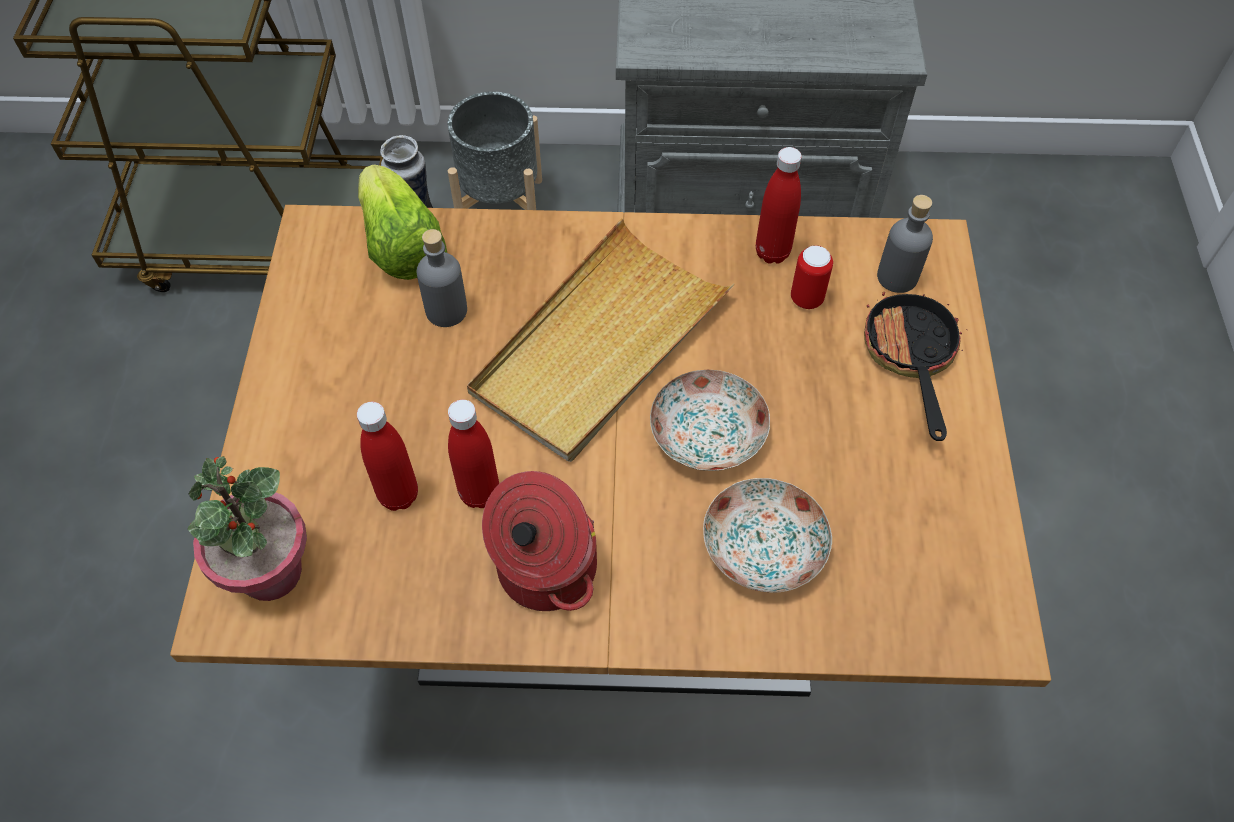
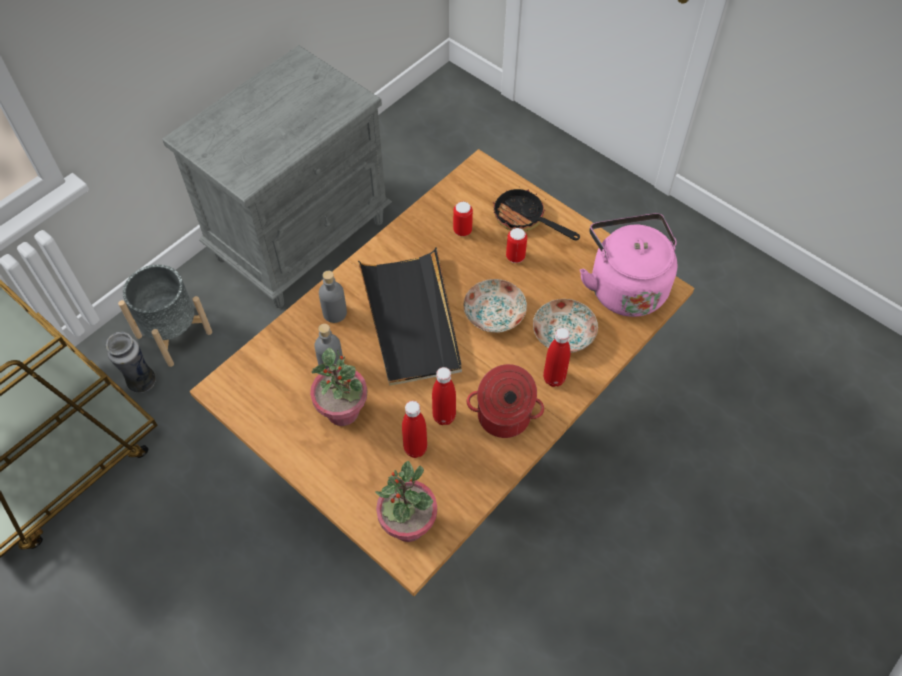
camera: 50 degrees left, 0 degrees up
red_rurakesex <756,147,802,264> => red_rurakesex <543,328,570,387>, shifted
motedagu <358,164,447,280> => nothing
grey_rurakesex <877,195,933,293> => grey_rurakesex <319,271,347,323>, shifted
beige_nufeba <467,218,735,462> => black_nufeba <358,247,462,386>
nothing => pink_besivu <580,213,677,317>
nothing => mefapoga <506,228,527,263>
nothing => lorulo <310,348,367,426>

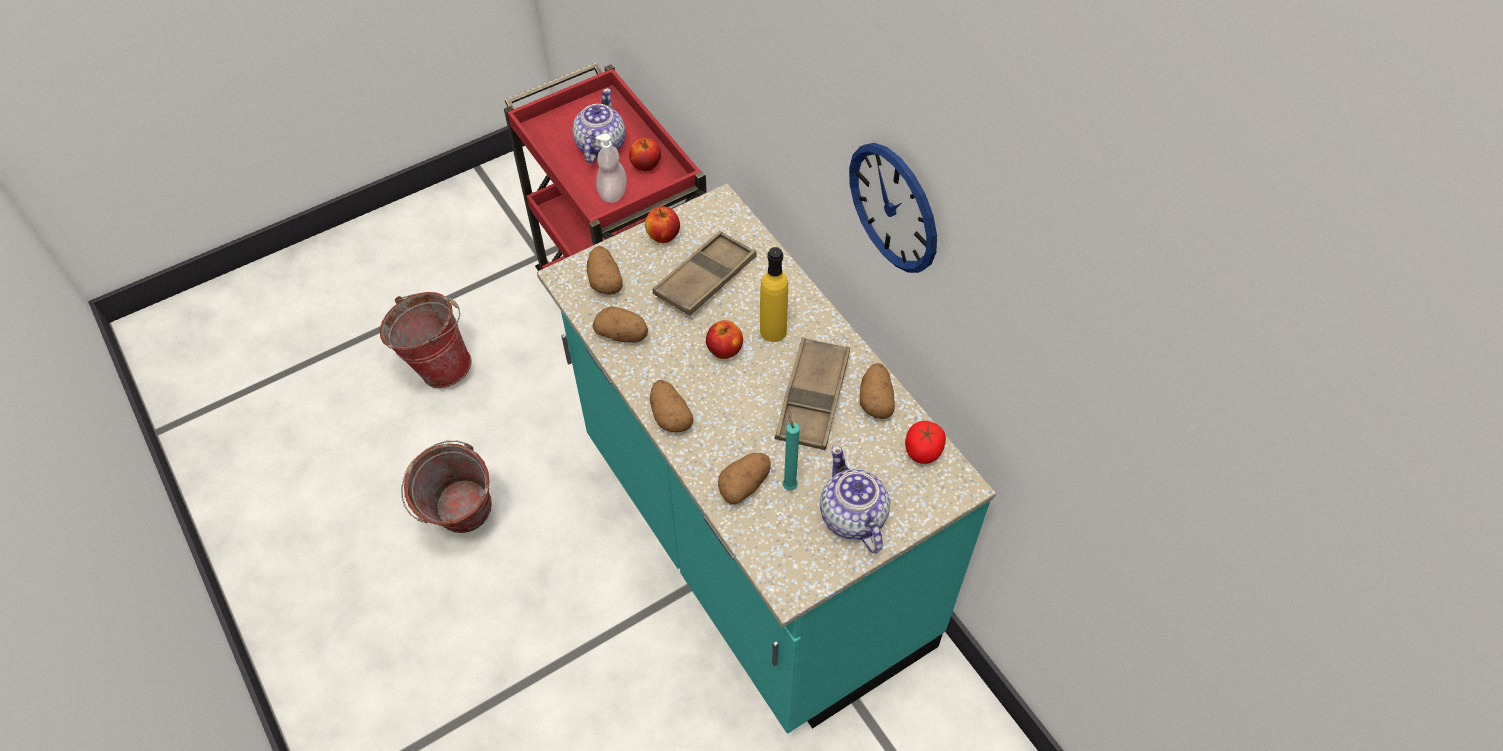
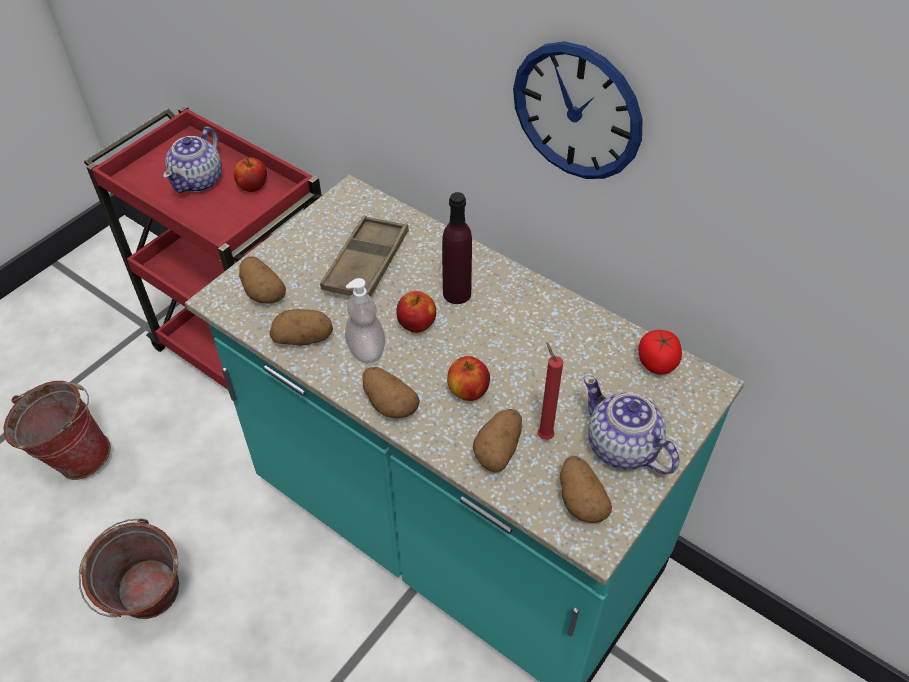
camera: 20 degrees left, 5 degrees down
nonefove <572,88,626,163> => nonefove <163,127,222,193>, 150 degrees counterclockwise
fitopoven <596,134,627,203> => fitopoven <345,278,385,364>, shifted
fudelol <645,206,680,243> => fudelol <447,356,490,401>, shifted
yellow_rurakesex <760,247,788,342> => purple_rurakesex <442,192,472,304>
brown_nufeba <775,337,850,450> => nothing
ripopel <860,363,895,419> => ripopel <560,456,612,523>, shifted
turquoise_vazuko <783,410,800,490> => red_vazuko <538,342,563,440>

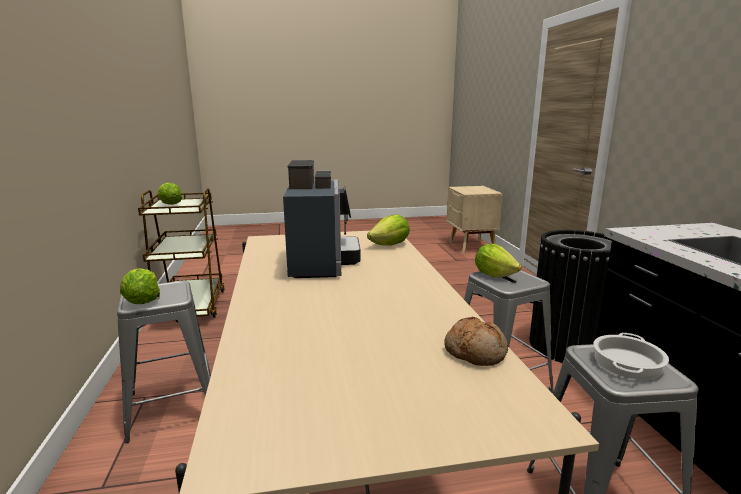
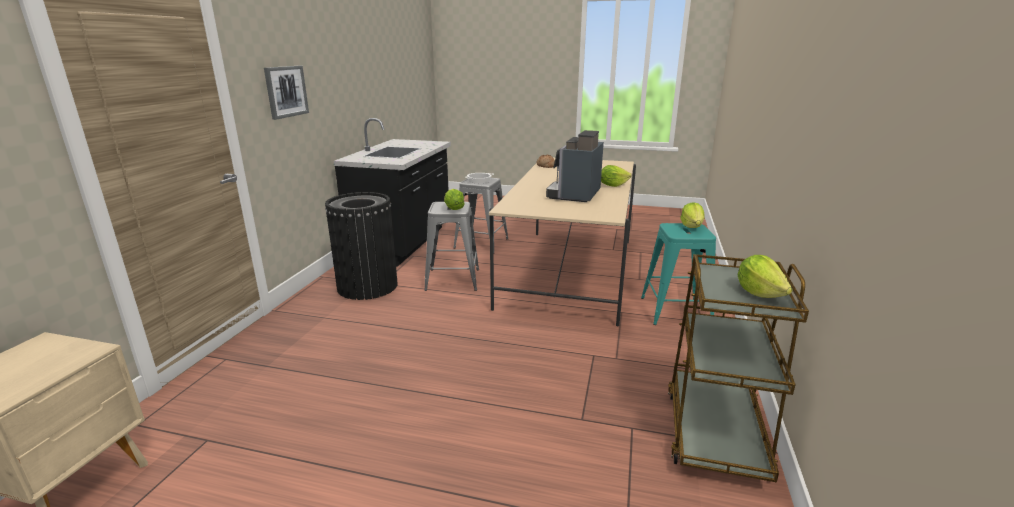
camera: 155 degrees left, 5 degrees up
motedagu <367,214,410,246> => motedagu <601,165,632,187>, shifted
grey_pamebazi <117,281,211,443> => turquoise_pamebazi <641,223,716,325>
nothing => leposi <264,66,309,120>

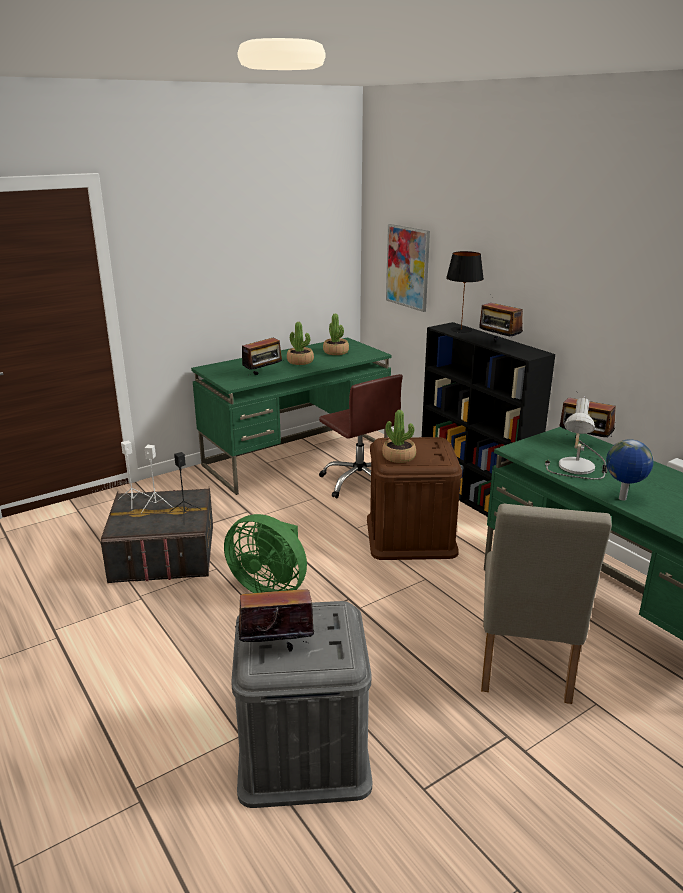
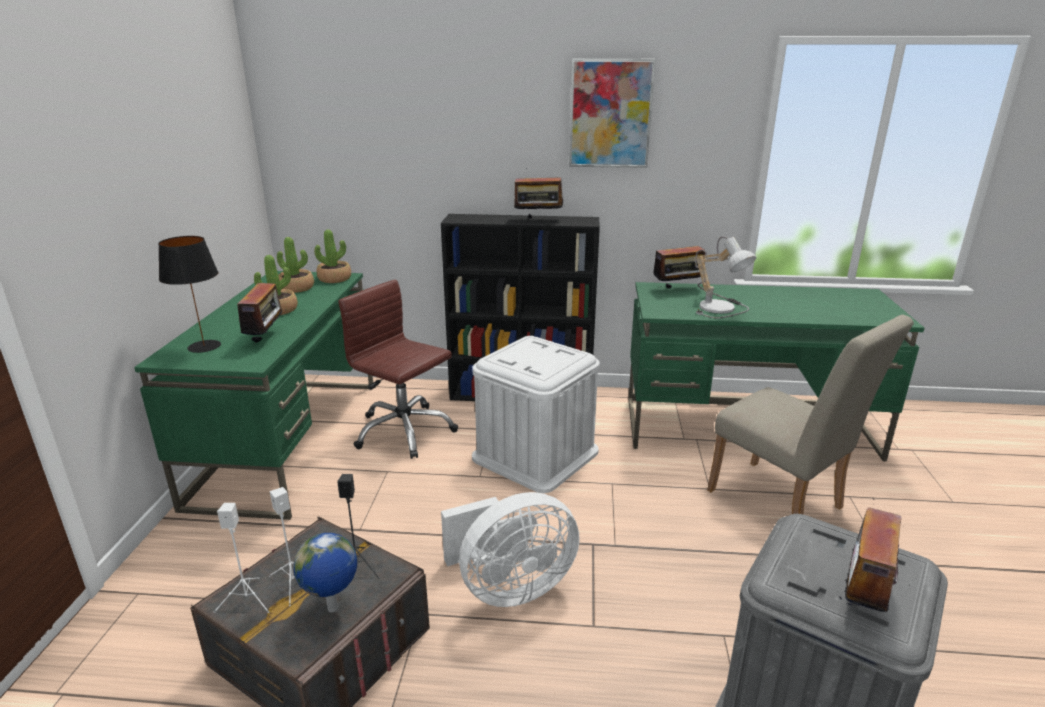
camera: 50 degrees left, 0 degrees up
leposi <386,224,430,312> => leposi <569,59,655,168>, shifted
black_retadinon <446,251,484,333> => black_retadinon <158,236,221,353>, shifted
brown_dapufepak <319,374,403,498> => brown_dapufepak <338,280,458,459>, 150 degrees counterclockwise
lorulo <382,410,416,463> => lorulo <314,229,351,283>, shifted
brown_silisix <367,437,462,560> => white_silisix <472,336,600,493>
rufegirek <606,439,654,501> => rufegirek <294,533,357,612>, shifted
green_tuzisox <224,514,307,593> => white_tuzisox <441,492,580,607>

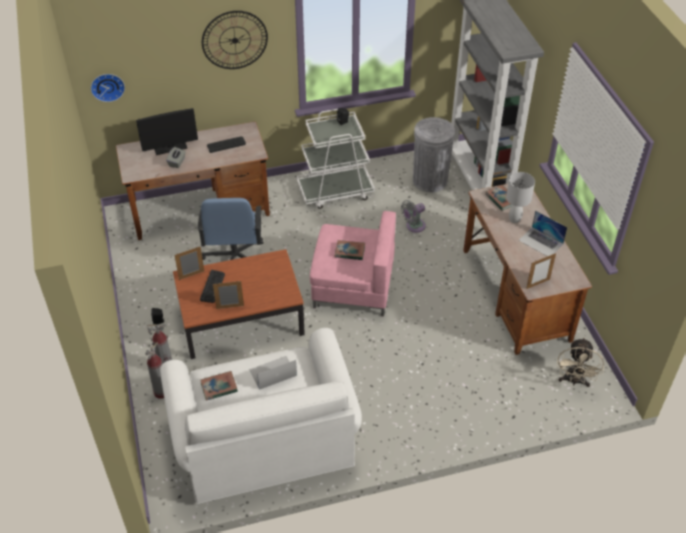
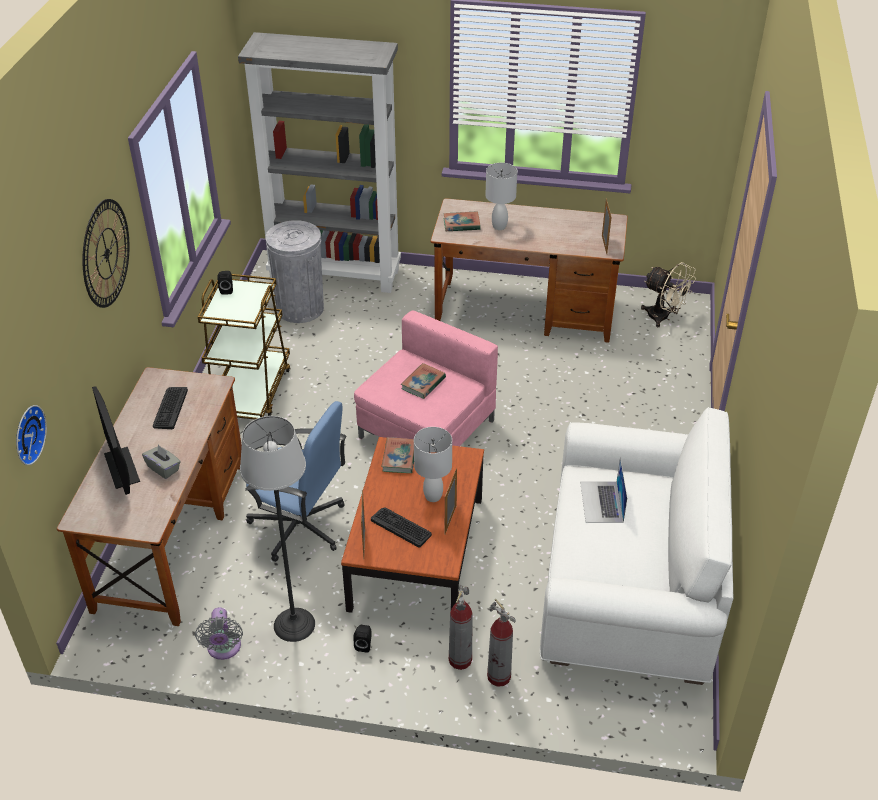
camera: 65 degrees left, 5 degrees down
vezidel <136,108,198,155> => vezidel <92,386,140,495>, 150 degrees clockwise
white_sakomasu <297,109,375,209> => brown_sakomasu <198,274,291,420>
grey_tuzisox <401,200,426,233> => grey_tuzisox <195,607,243,660>, shifted
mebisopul <518,210,567,256> => nothing
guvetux <200,371,238,401> => guvetux <381,437,414,473>, shifted
nothing => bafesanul <240,416,315,642>
nothing => white_retadinon <414,427,452,502>

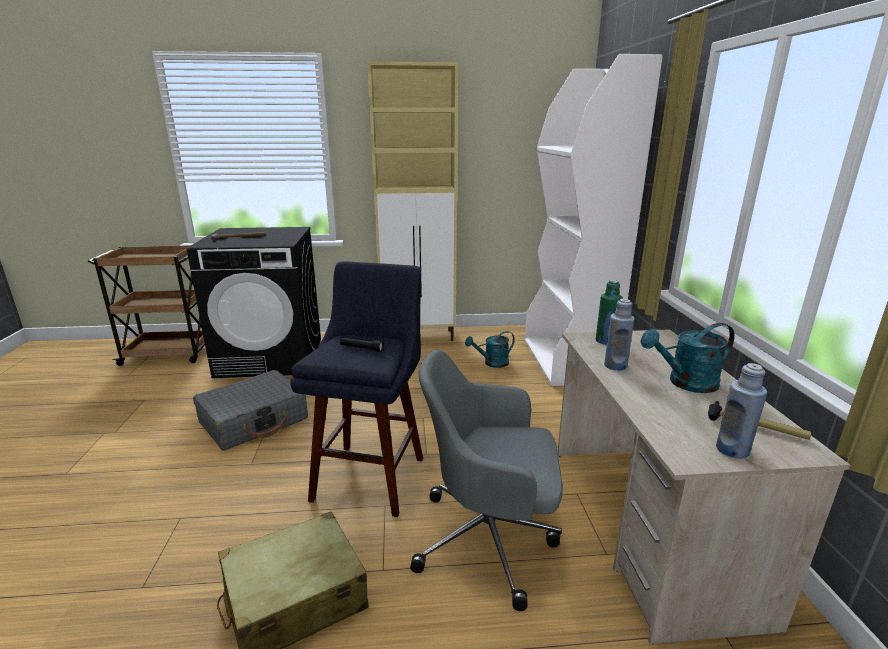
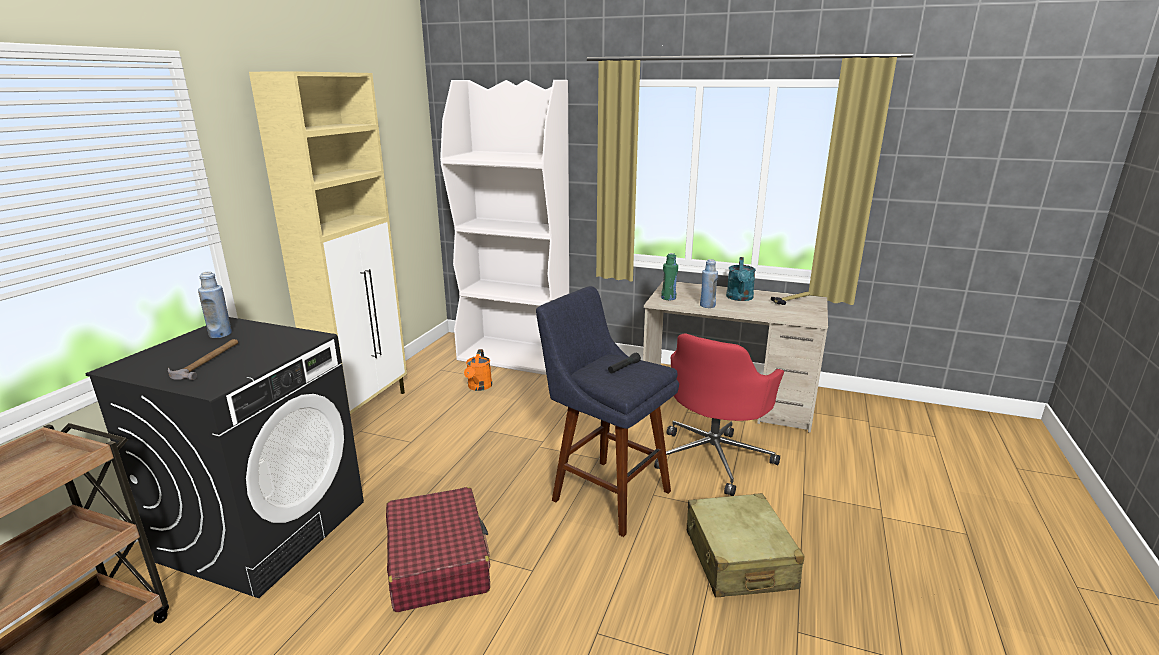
camera: 65 degrees left, 0 degrees up
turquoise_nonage <465,331,515,368> => orange_nonage <464,349,492,391>
grey_dapufepak <410,350,563,611> => red_dapufepak <654,333,784,496>
blue_rurakesex <716,363,767,459> => blue_rurakesex <198,271,232,338>, shifted
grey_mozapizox <193,370,308,451> => red_mozapizox <386,487,490,612>

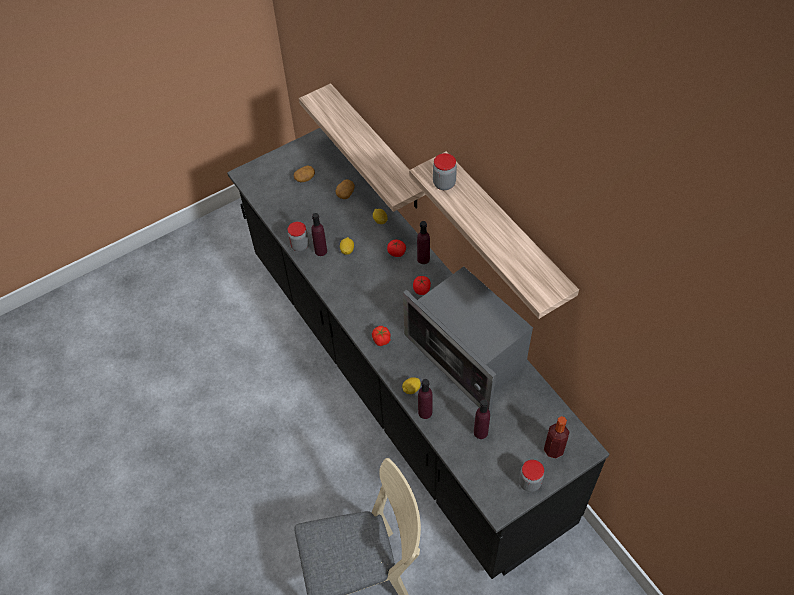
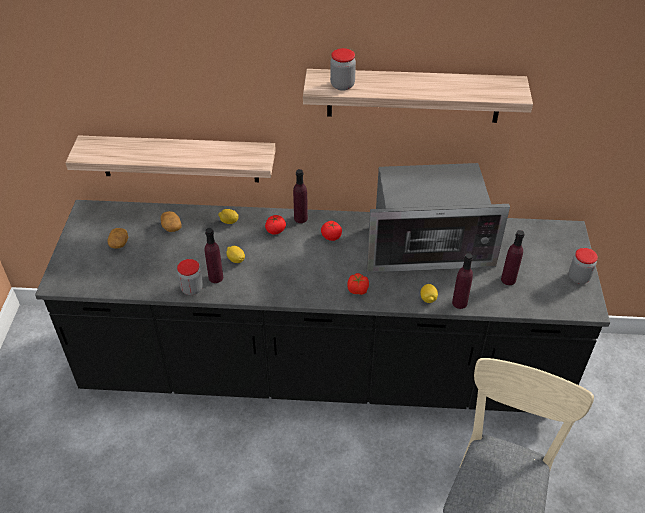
camera: 55 degrees left, 10 degrees down
rurakesex <544,416,569,458> => nothing

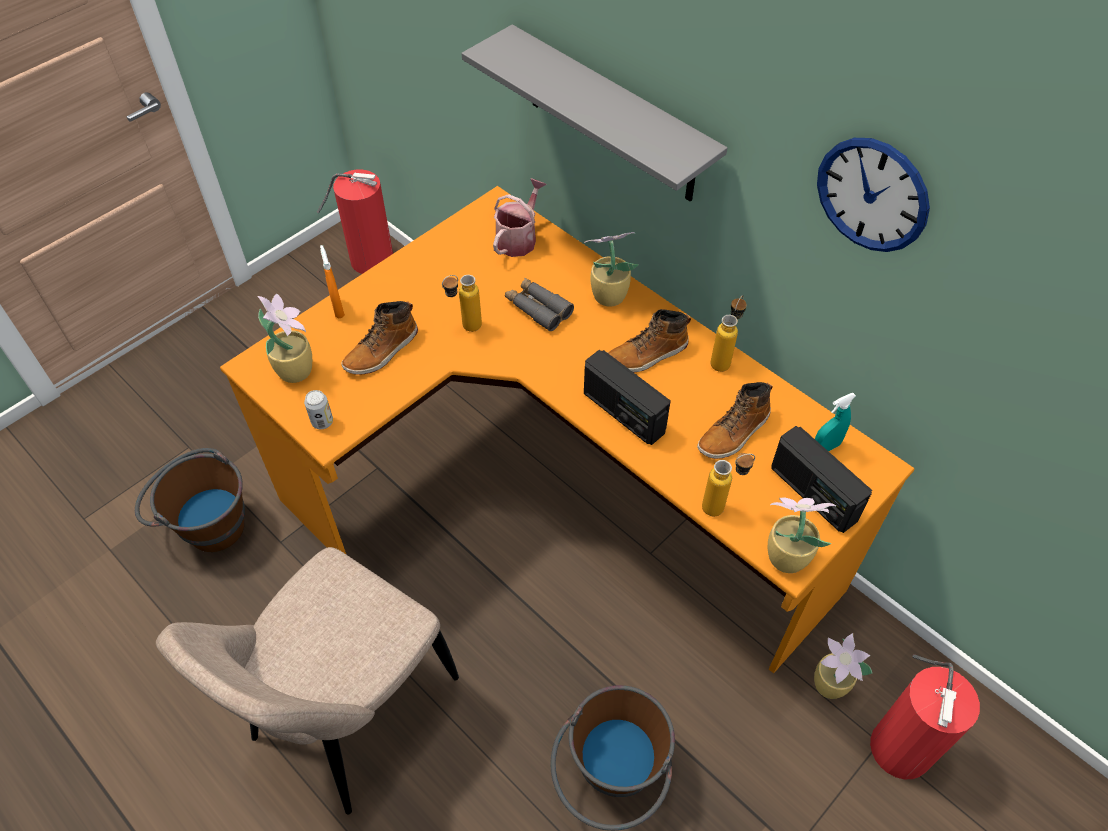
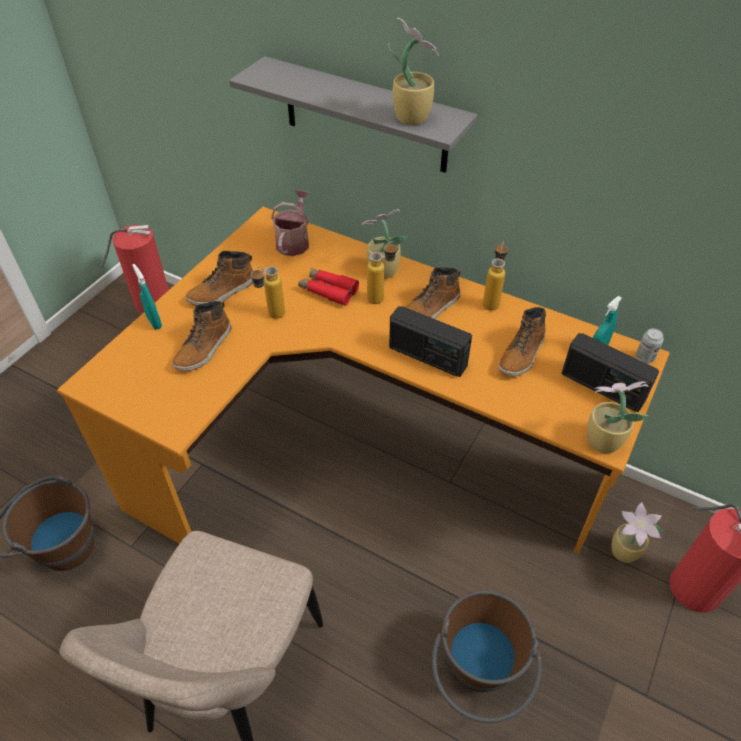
camera: 15 degrees left, 5 degrees down
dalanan <817,138,930,252> => nothing
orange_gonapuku <320,245,345,318> => turquoise_gonapuku <132,264,162,330>
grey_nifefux <505,277,574,331> => red_nifefux <298,268,359,306>
lorulo <258,294,312,383> => lorulo <388,17,439,125>, shifted
mefapoga <304,390,333,429> => mefapoga <636,328,664,364>, shifted
rurakesex <702,453,755,516> => rurakesex <367,241,397,304>, shifted
nothing => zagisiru <185,251,253,306>

